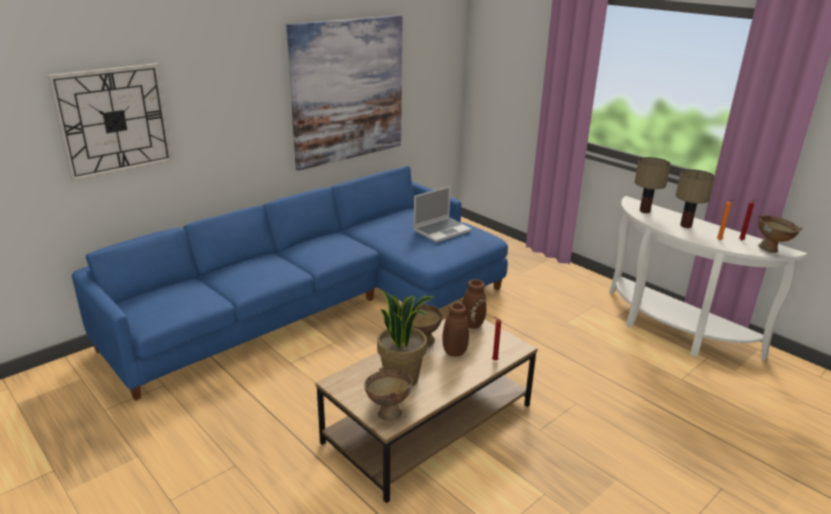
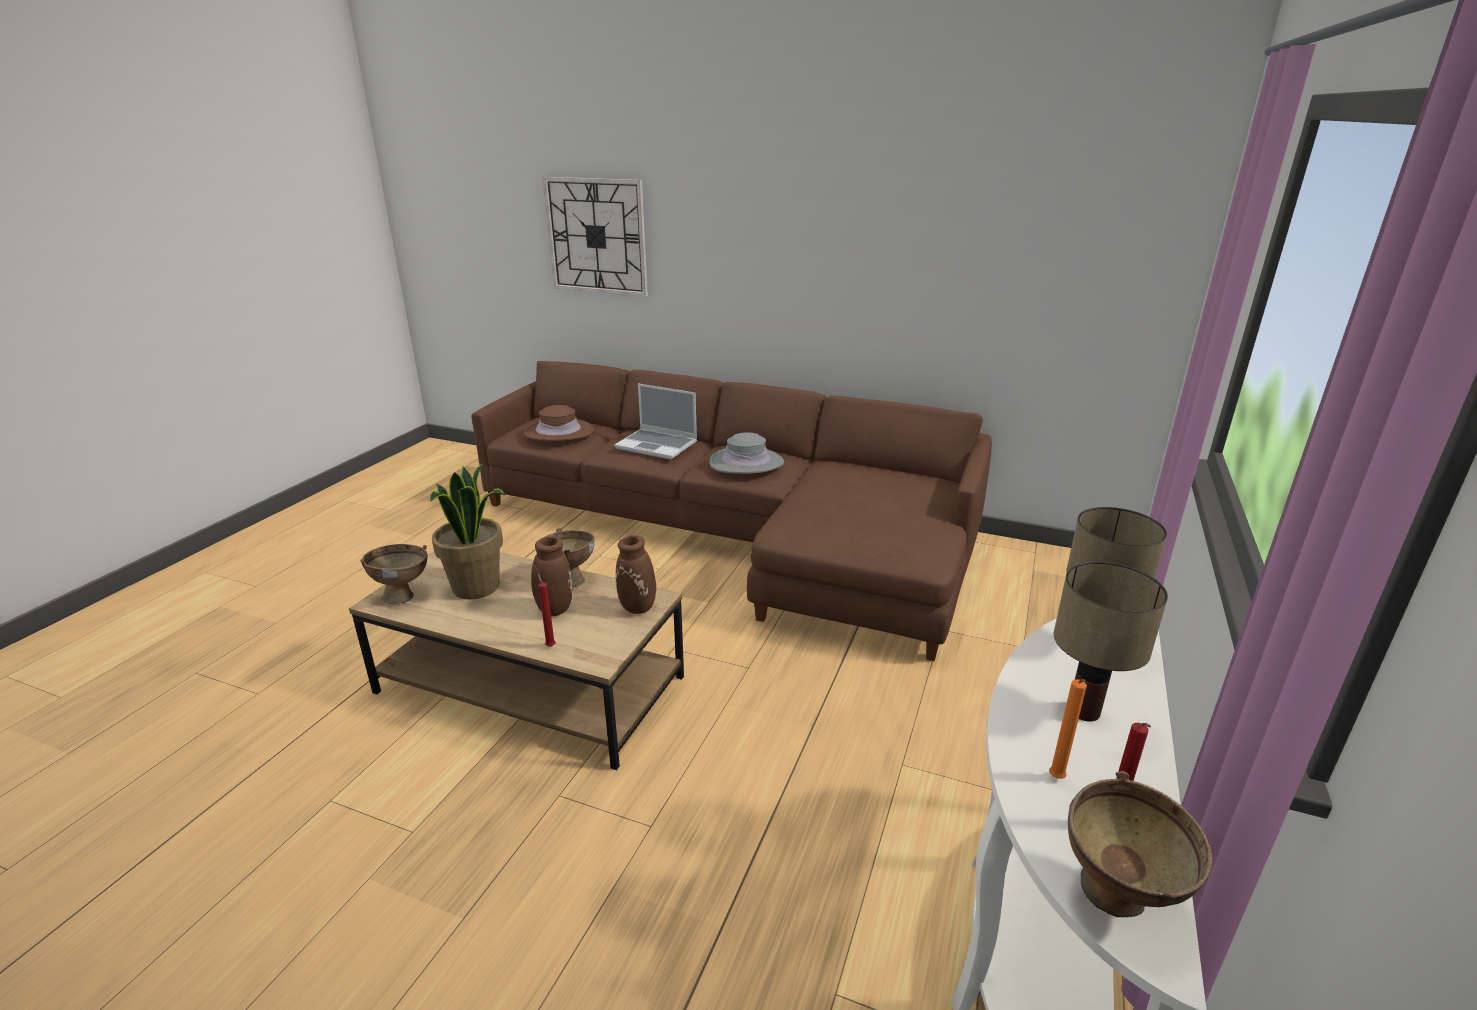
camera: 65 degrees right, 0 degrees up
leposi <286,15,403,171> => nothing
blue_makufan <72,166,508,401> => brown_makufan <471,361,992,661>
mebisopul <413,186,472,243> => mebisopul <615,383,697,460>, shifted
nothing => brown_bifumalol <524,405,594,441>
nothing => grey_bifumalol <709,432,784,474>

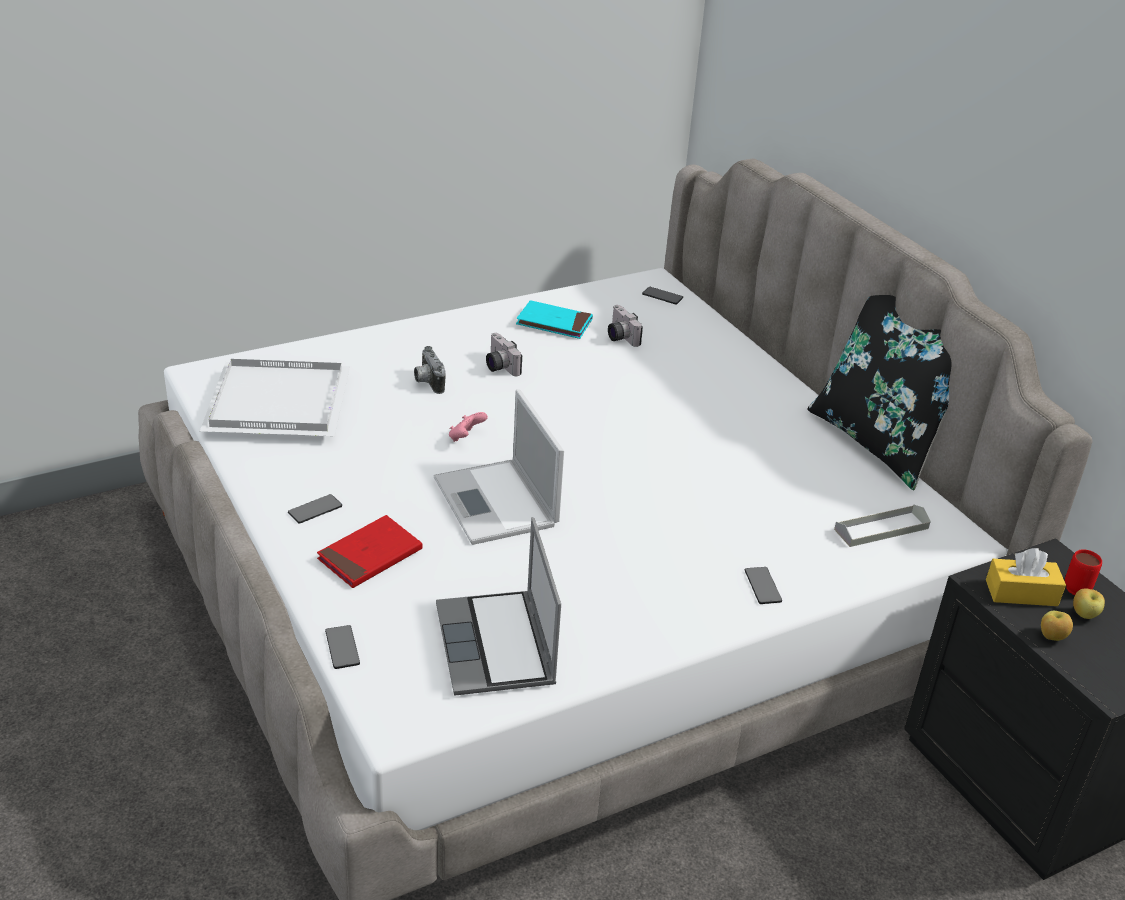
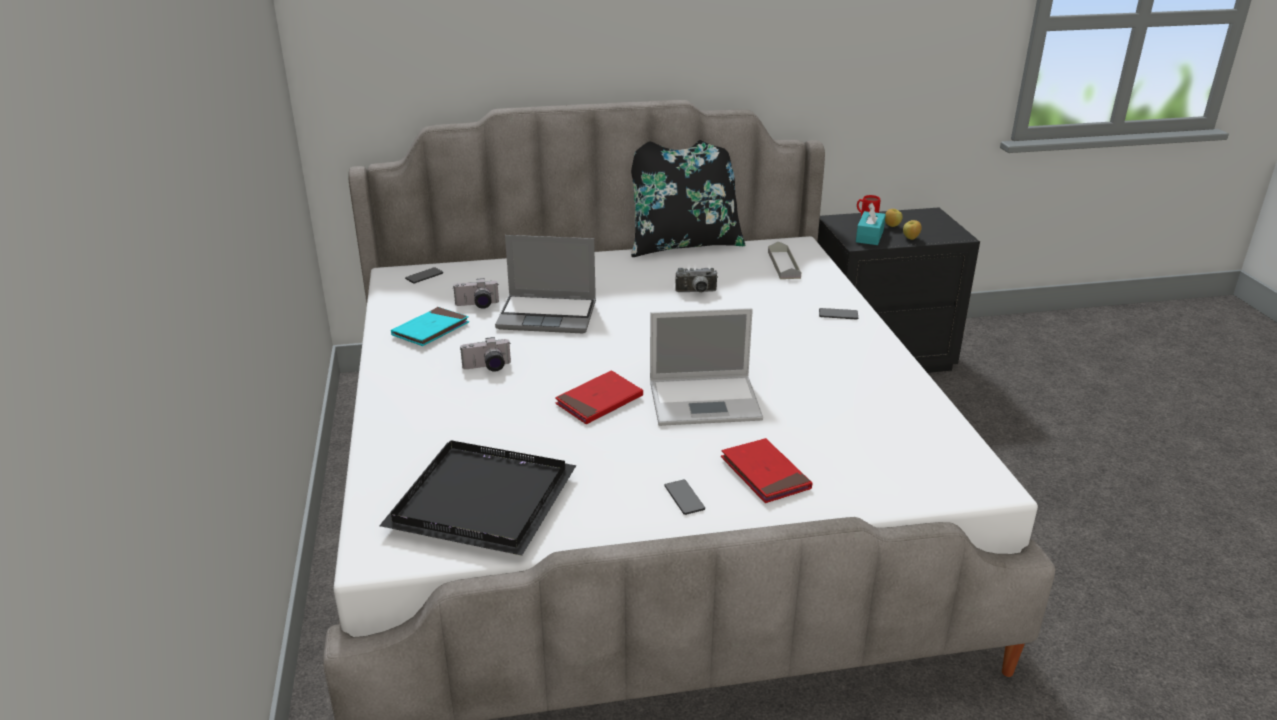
camera: 70 degrees left, 5 degrees down
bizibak <414,346,446,394> => bizibak <675,268,718,293>, shifted
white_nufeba <200,359,350,436> => black_nufeba <379,440,576,556>
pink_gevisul <449,412,488,442> => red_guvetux <555,370,643,424>
mebisopul <436,517,561,696> => mebisopul <495,235,596,333>, shifted
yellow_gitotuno <986,548,1066,606> => turquoise_gitotuno <856,203,886,245>
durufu <325,625,360,669> => nothing

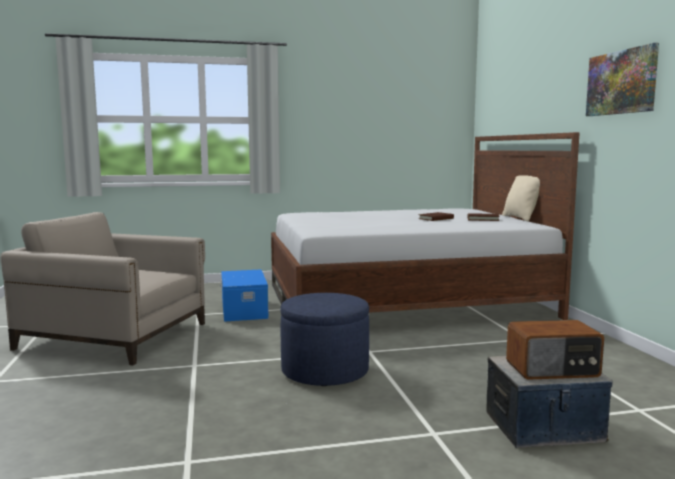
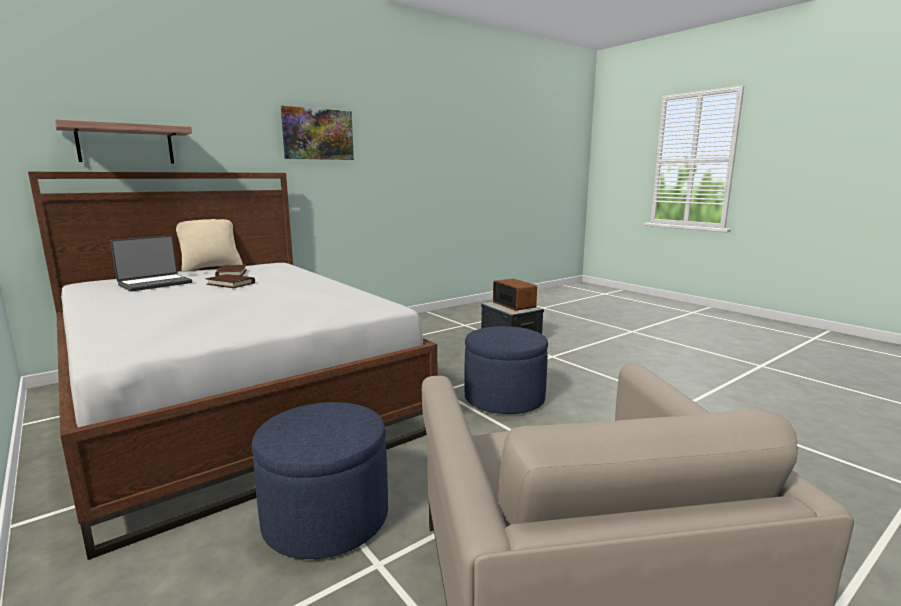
camera: 115 degrees left, 5 degrees up
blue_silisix <220,269,269,322> => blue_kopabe <252,402,388,559>
nothing => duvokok <55,119,192,163>
nothing => mebisopul <110,235,192,292>

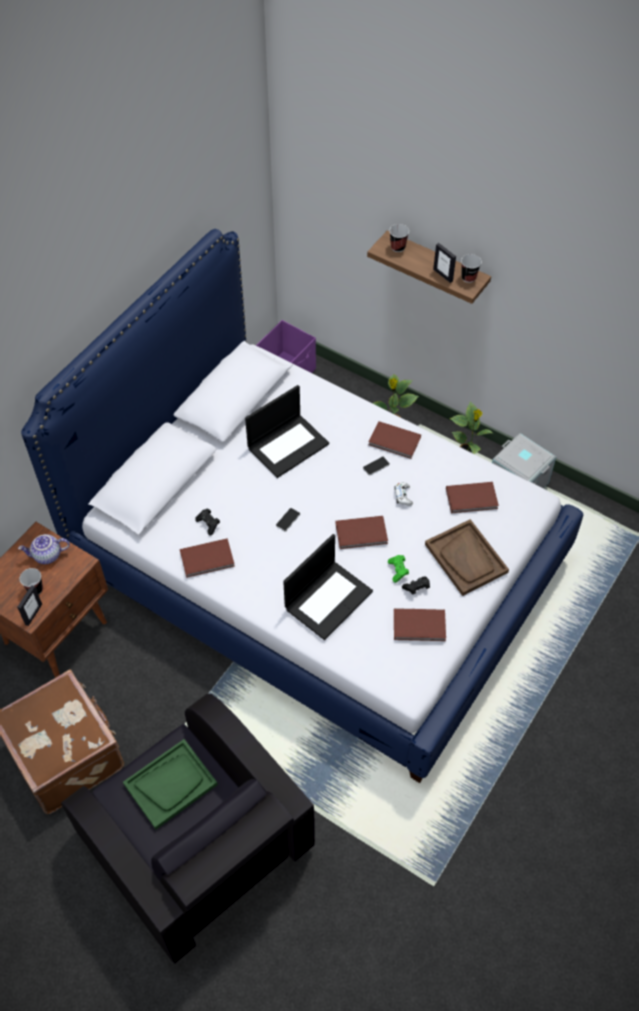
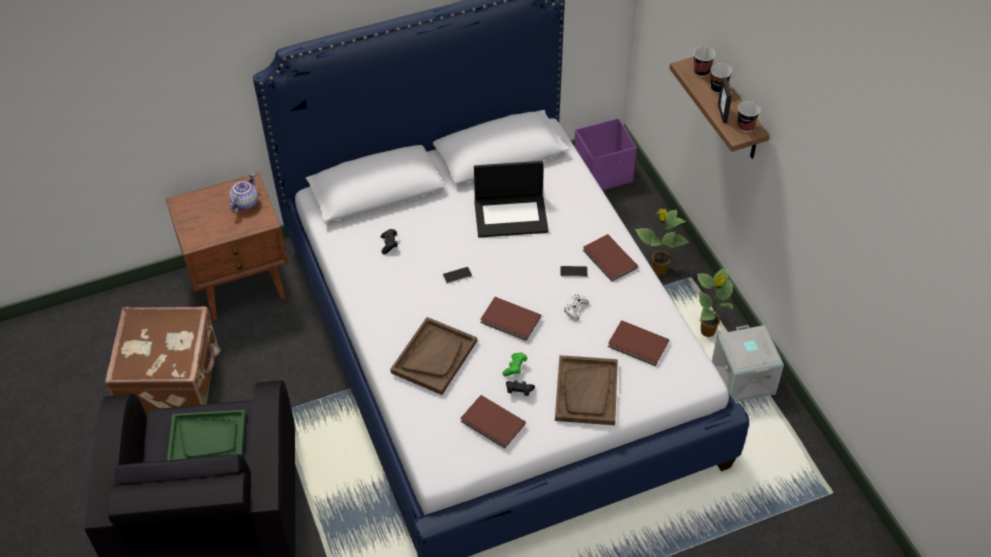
camera: 35 degrees right, 5 degrees down
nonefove <18,534,70,564> => nonefove <229,173,258,213>, 90 degrees clockwise
mebisopul <283,534,373,640> => brown_nufeba <390,317,477,395>
brown_guvetux <180,538,235,578> => nothing
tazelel <20,568,43,595> => tazelel <711,63,732,94>, shifted
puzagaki <17,585,42,626> => nothing

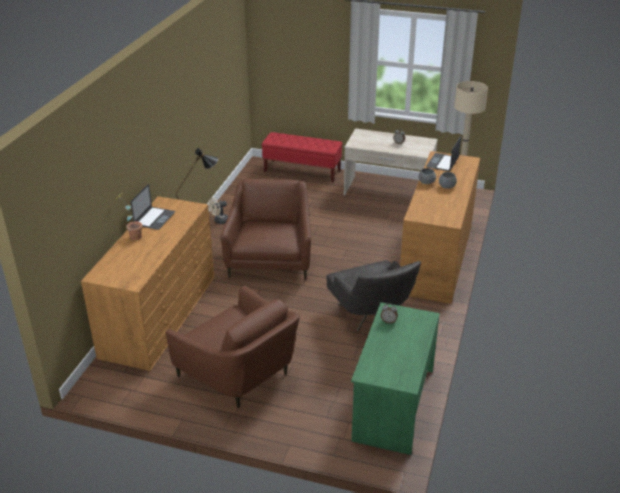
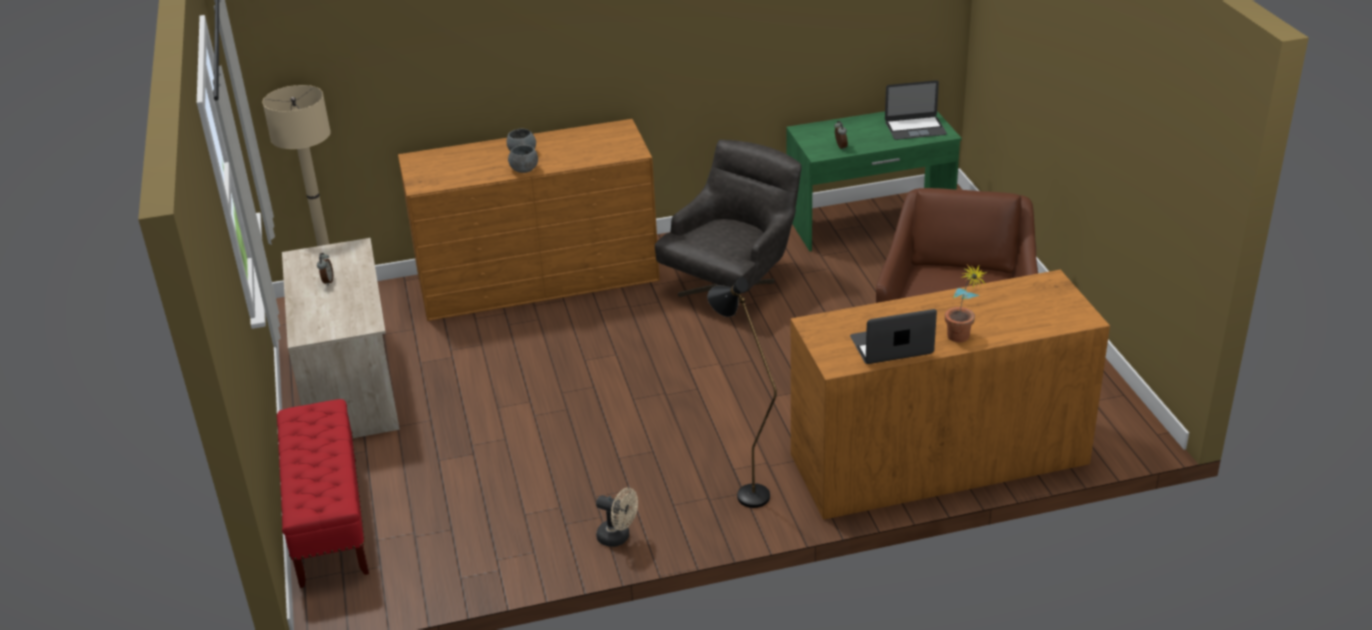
camera: 120 degrees left, 0 degrees up
mebisopul <426,136,461,171> => mebisopul <885,80,947,140>, shifted
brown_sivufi <221,179,311,280> => nothing

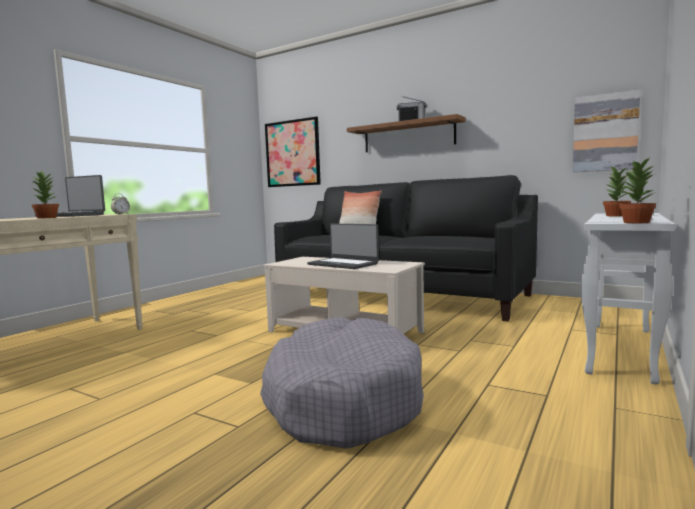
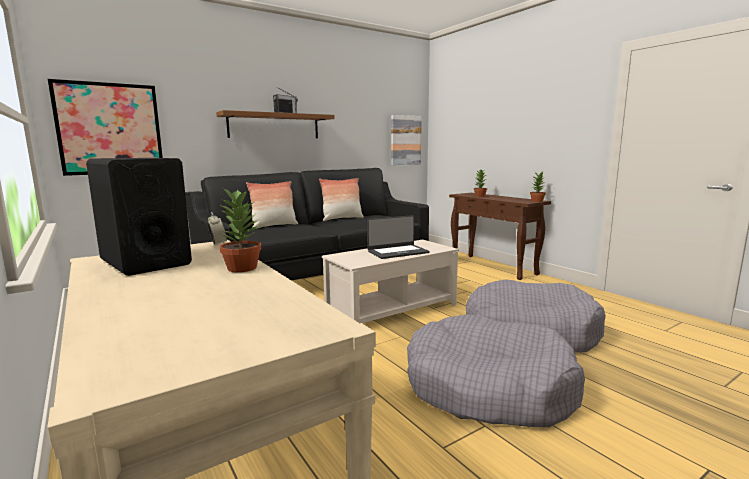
camera: 65 degrees left, 5 degrees up
mebisopul <35,175,105,217> => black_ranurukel <86,158,192,276>
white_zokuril <581,213,675,384> => brown_zokuril <449,193,551,280>
nothing => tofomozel <319,178,364,221>
nothing => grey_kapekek <407,314,585,427>

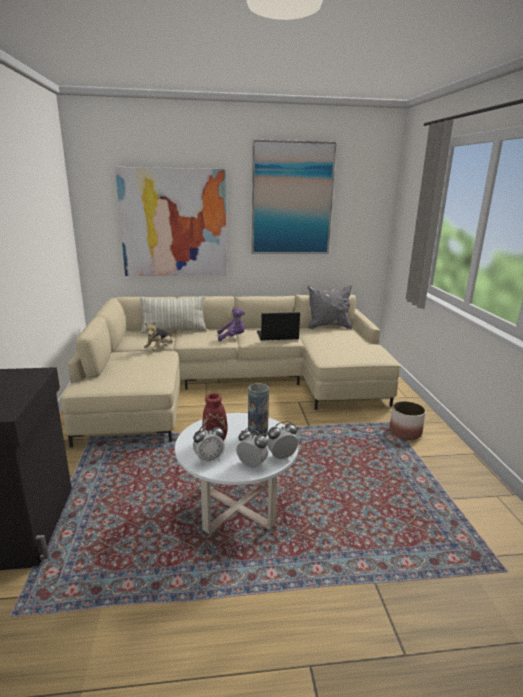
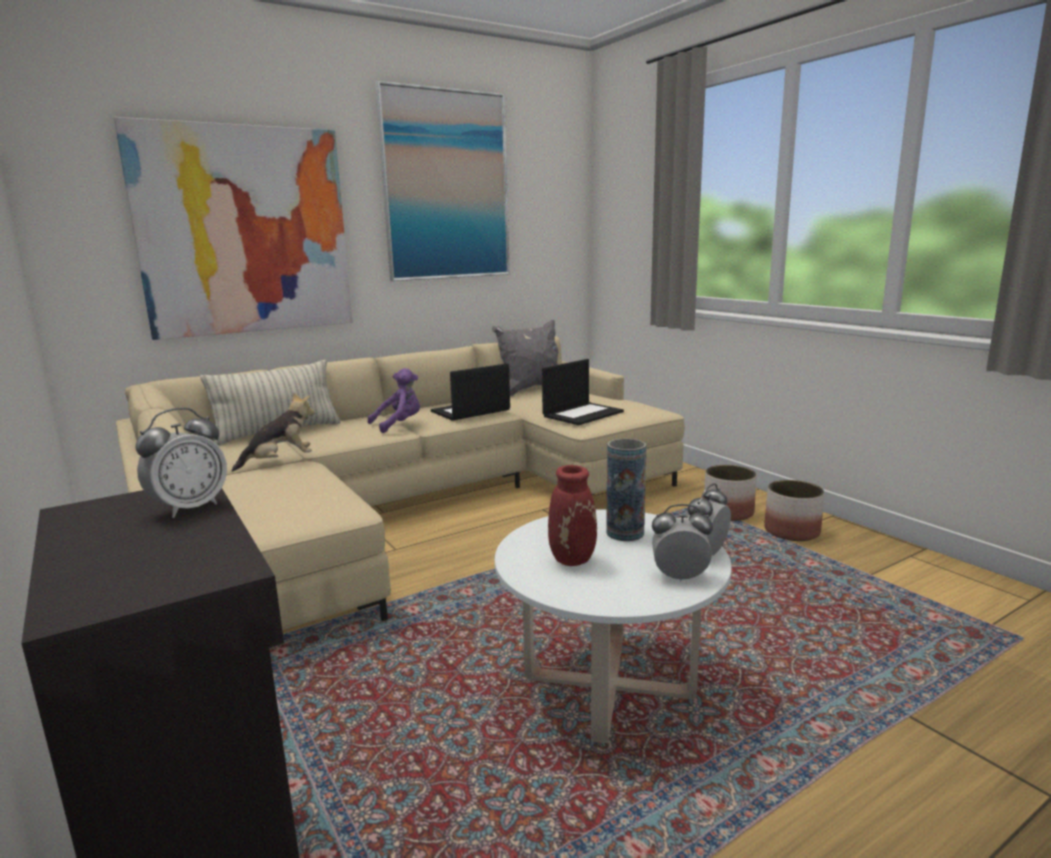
camera: 25 degrees left, 5 degrees down
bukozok <144,322,173,351> => bukozok <232,392,315,472>, 120 degrees counterclockwise
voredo <193,424,225,465> => voredo <135,408,227,518>, shifted
nothing => mebisopul <542,359,624,425>
nothing => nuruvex <764,480,824,541>

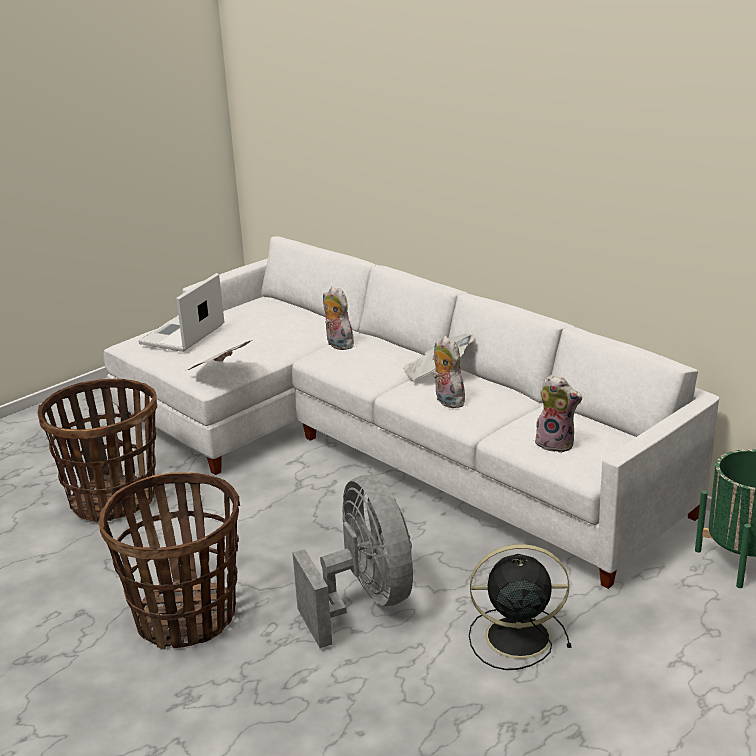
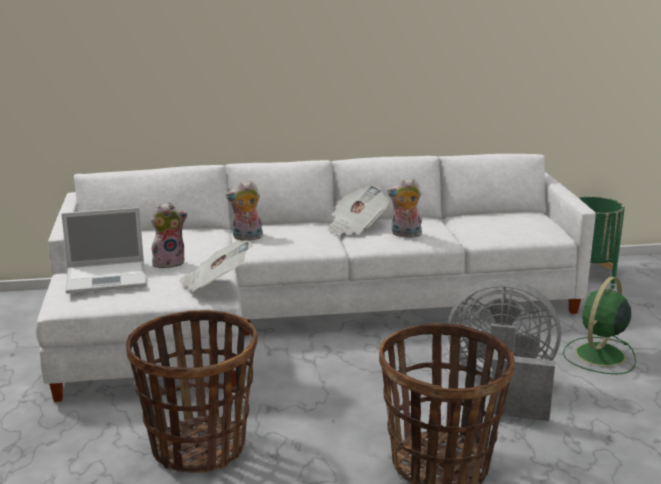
camera: 55 degrees left, 5 degrees down
mebisopul <138,273,224,352> => mebisopul <61,207,147,294>, 75 degrees counterclockwise
bukozok <535,375,582,453> => bukozok <151,202,188,268>, shifted
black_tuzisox <469,544,572,670> => green_tuzisox <563,277,636,374>

